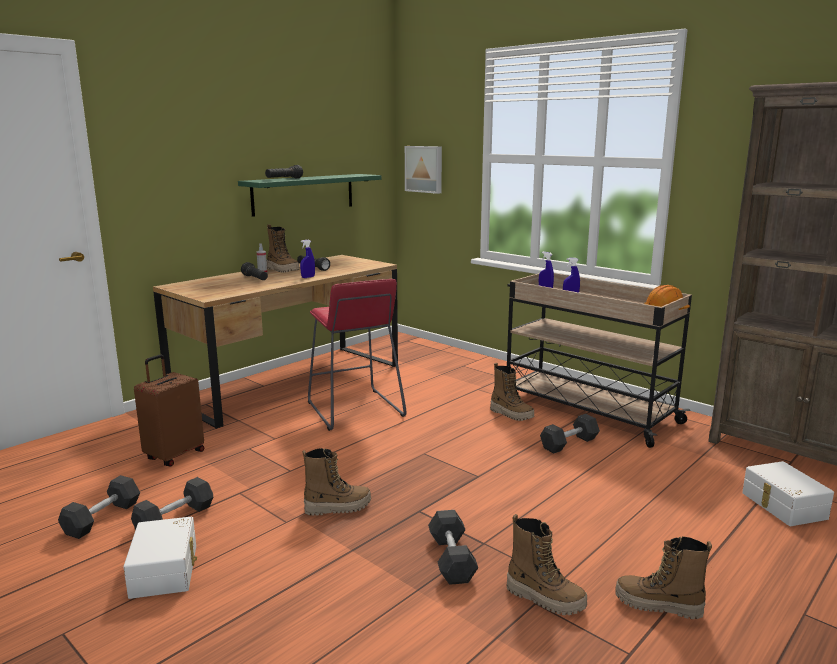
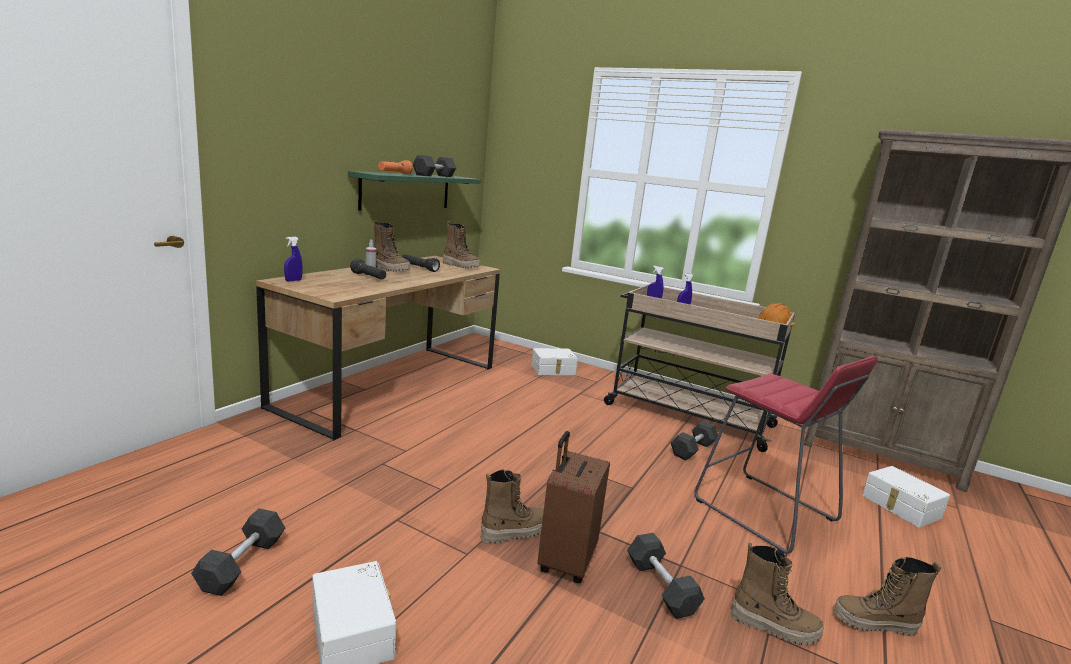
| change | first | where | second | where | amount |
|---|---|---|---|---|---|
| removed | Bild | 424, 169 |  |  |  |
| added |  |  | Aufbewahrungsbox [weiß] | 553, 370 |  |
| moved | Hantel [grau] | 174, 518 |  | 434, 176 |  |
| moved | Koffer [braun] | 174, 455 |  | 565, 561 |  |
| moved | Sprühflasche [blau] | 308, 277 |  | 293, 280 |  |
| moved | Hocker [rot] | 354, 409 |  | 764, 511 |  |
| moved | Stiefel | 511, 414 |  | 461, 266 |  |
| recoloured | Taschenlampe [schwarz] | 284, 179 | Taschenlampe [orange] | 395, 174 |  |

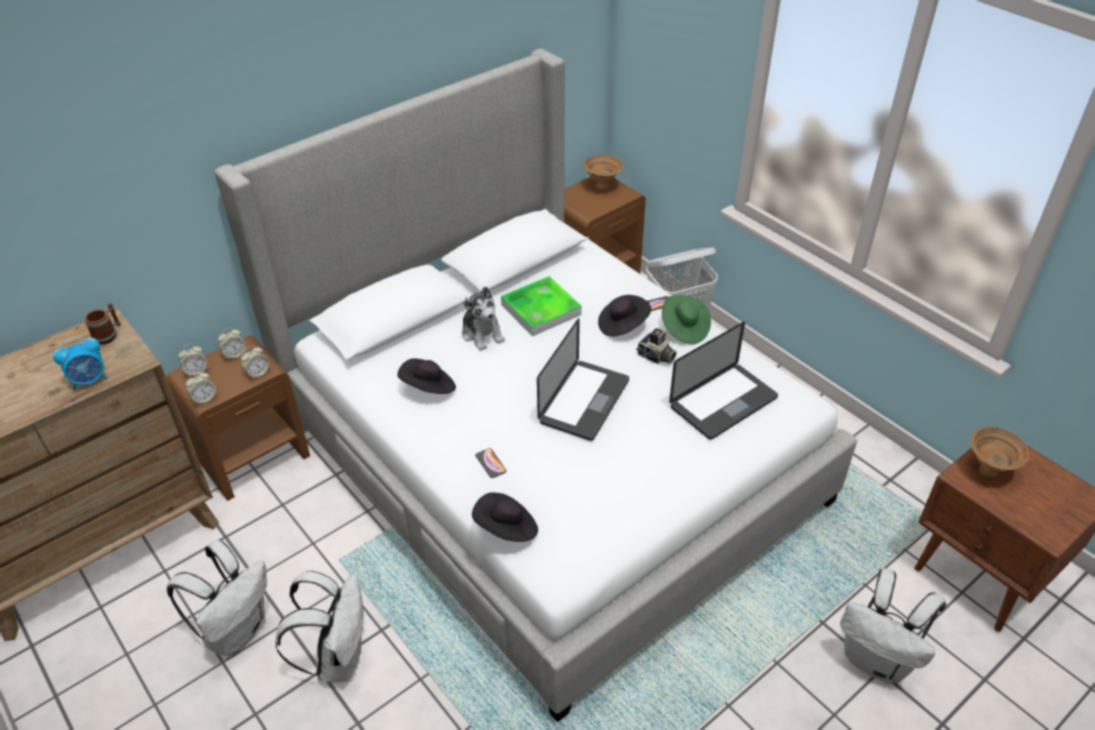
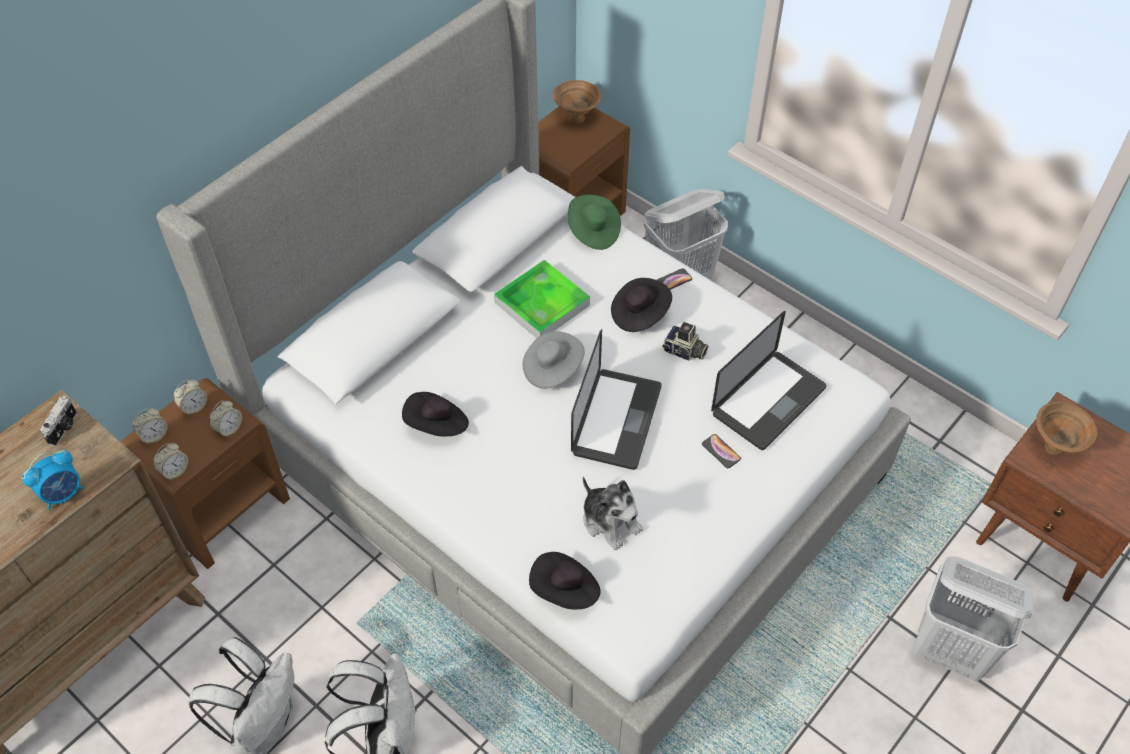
| change | first | where | second | where | amount |
|---|---|---|---|---|---|
| added |  |  | Hut [grau] | 552, 369 |  |
| moved | Plüschtier | 482, 334 |  | 610, 521 |  |
| moved | Handy | 490, 463 |  | 721, 451 |  |
| moved | Hut [grün] | 684, 329 |  | 593, 232 |  |
| replaced | Henkelbecher | 108, 334 | Kamera | 64, 428 |  |
| replaced | Rucksack [weiß] | 877, 660 | Wäschekorb [weiß] | 950, 651 |  |

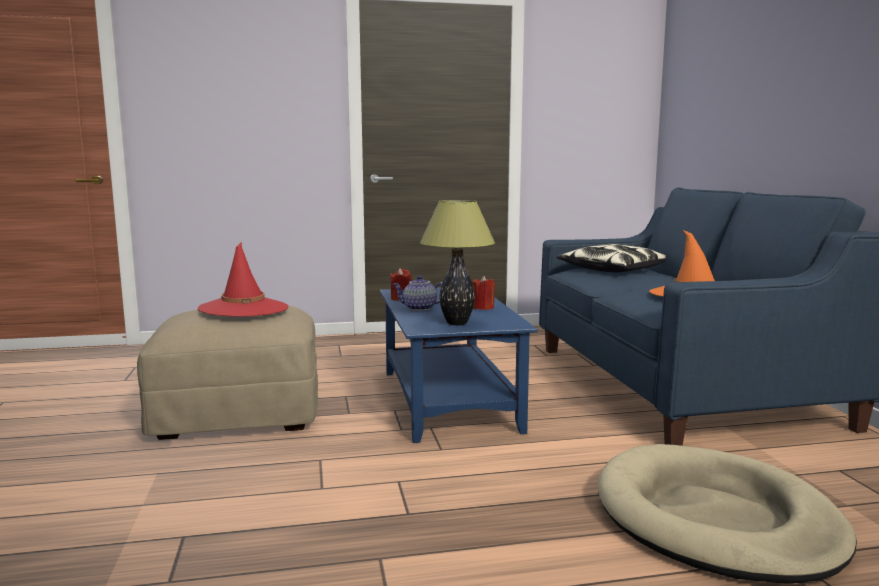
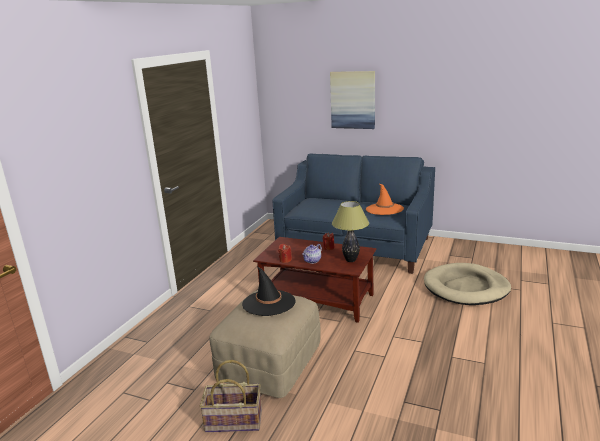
| change | first | where | second | where | amount |
|---|---|---|---|---|---|
| removed | Kissen | 612, 270 |  |  |  |
| added |  |  | Korb | 233, 421 |  |
| added |  |  | Bild | 353, 100 |  |
| recoloured | Hut [rot] | 244, 309 | Hut [schwarz] | 269, 303 |  |
| recoloured | Couchtisch [blau] | 449, 401 | Couchtisch [braun] | 318, 299 |  |

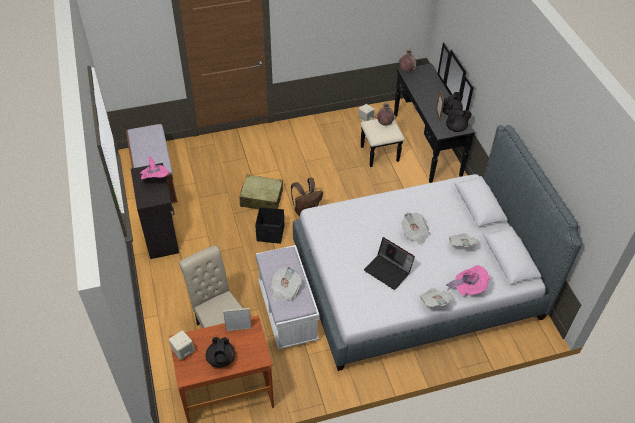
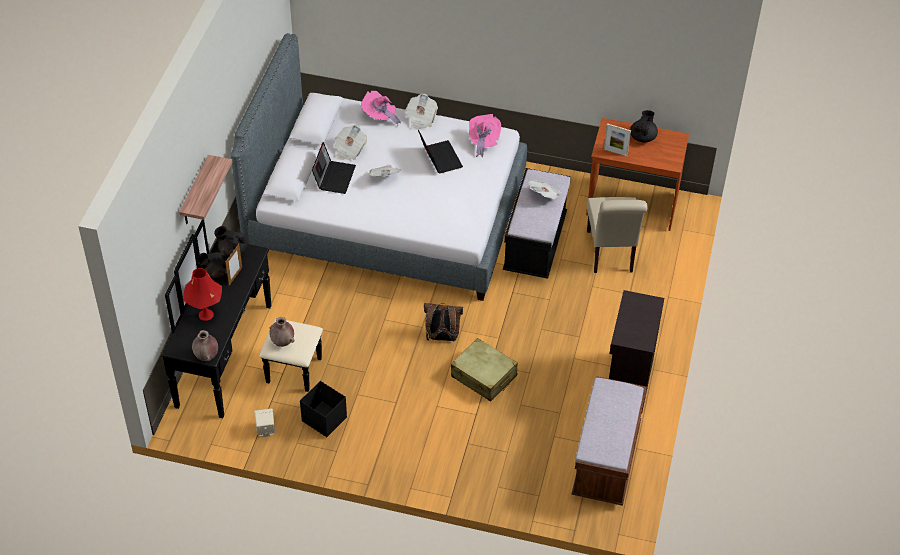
| change | first | where | second | where | amount |
|---|---|---|---|---|---|
| removed | Lautsprecher [beige] | 183, 351 |  |  |  |
| added |  |  | Wandregal | 195, 192 |  |
| added |  |  | Tischlampe [rot] | 206, 315 |  |
| added |  |  | Laptop | 334, 177 |  |
| moved | Hut [rosa] | 155, 179 |  | 483, 141 |  |
| moved | Aufbewahrungsbox [schwarz] | 271, 234 |  | 324, 419 |  |
| recoloured | Bank [weiß] | 287, 312 | Bank [schwarz] | 534, 244 |  |

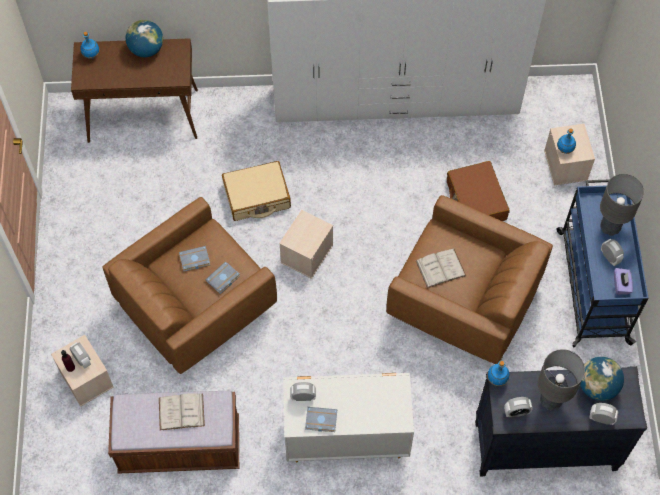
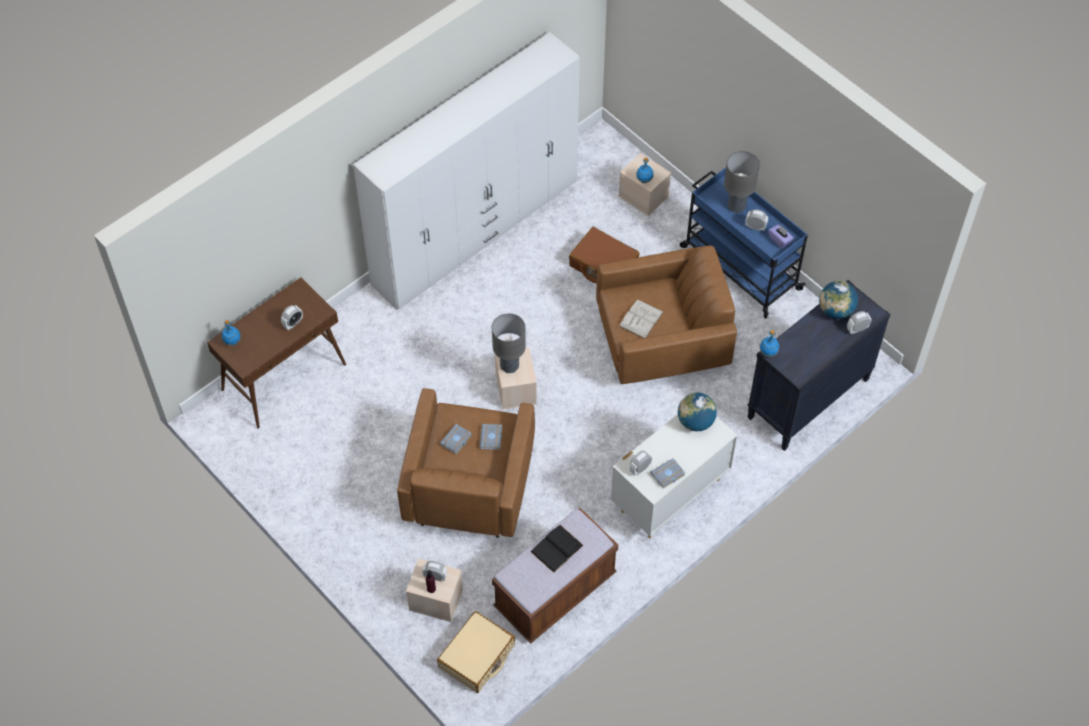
| change | first | where | second | where | amount |
|---|---|---|---|---|---|
| moved | Globus | 146, 49 |  | 695, 422 |  |
| moved | Koffer [beige] | 257, 196 |  | 477, 657 |  |
| moved | Wecker | 516, 412 |  | 293, 323 |  |
| moved | Tischlampe [grau] | 551, 400 |  | 509, 366 |  |
| recoloured | Buch [weiß] | 181, 412 | Buch [schwarz] | 557, 548 |  |

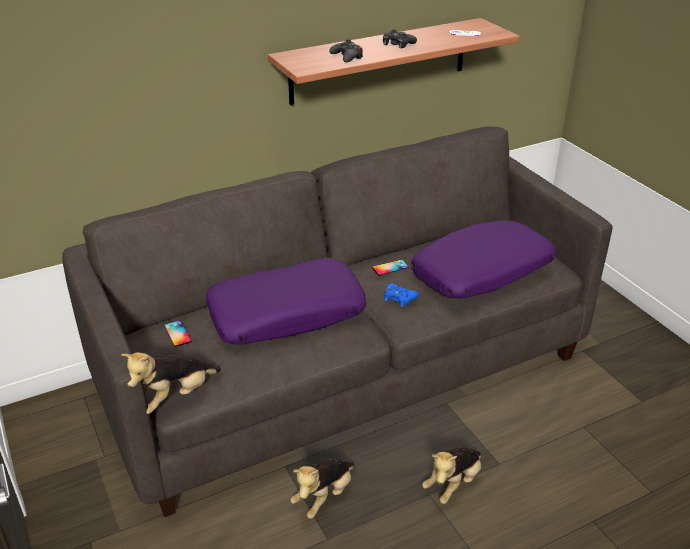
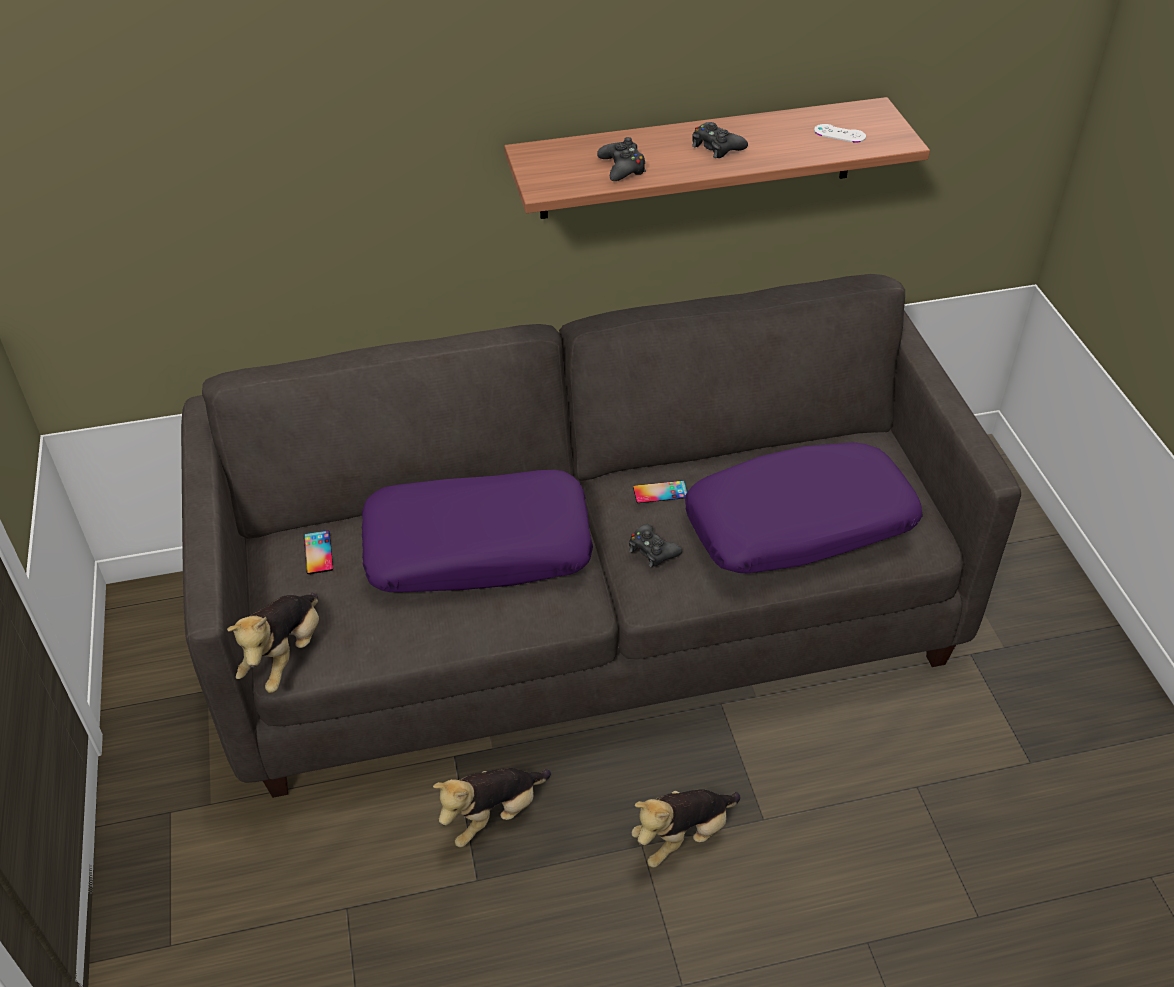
| change | first | where | second | where | amount |
|---|---|---|---|---|---|
| recoloured | Gamepad [blau] | 399, 298 | Gamepad [schwarz] | 652, 550 |  |
| turned | Plüschtier | 175, 397 |  | 285, 655 | 45 degrees counterclockwise |

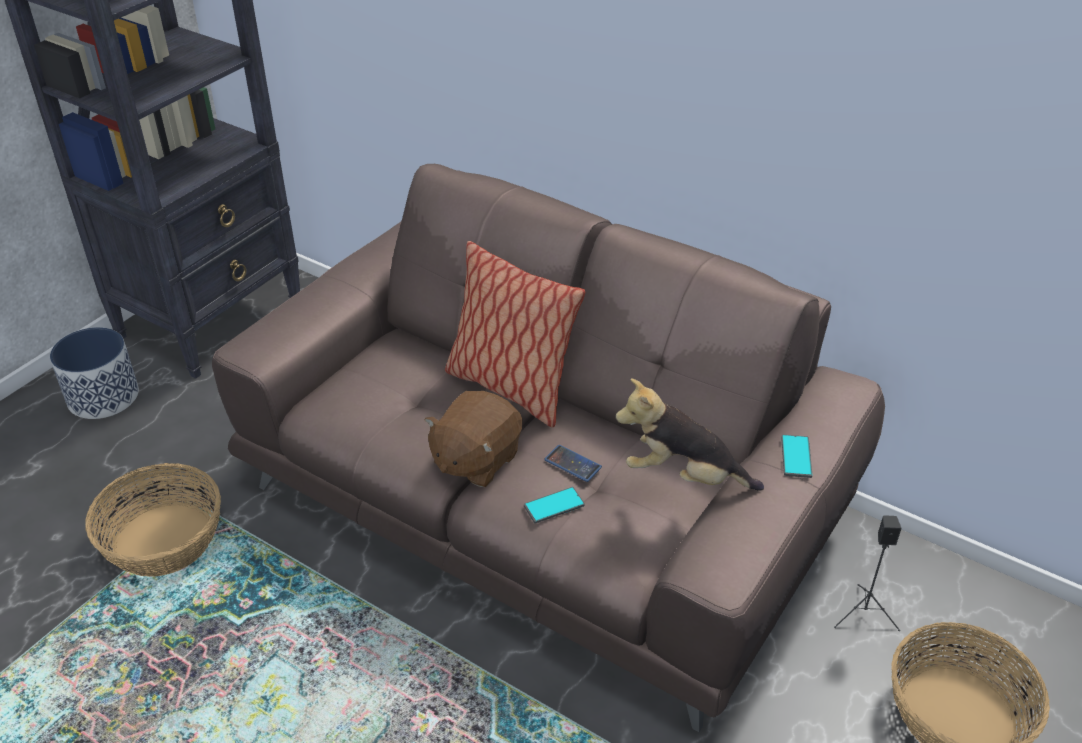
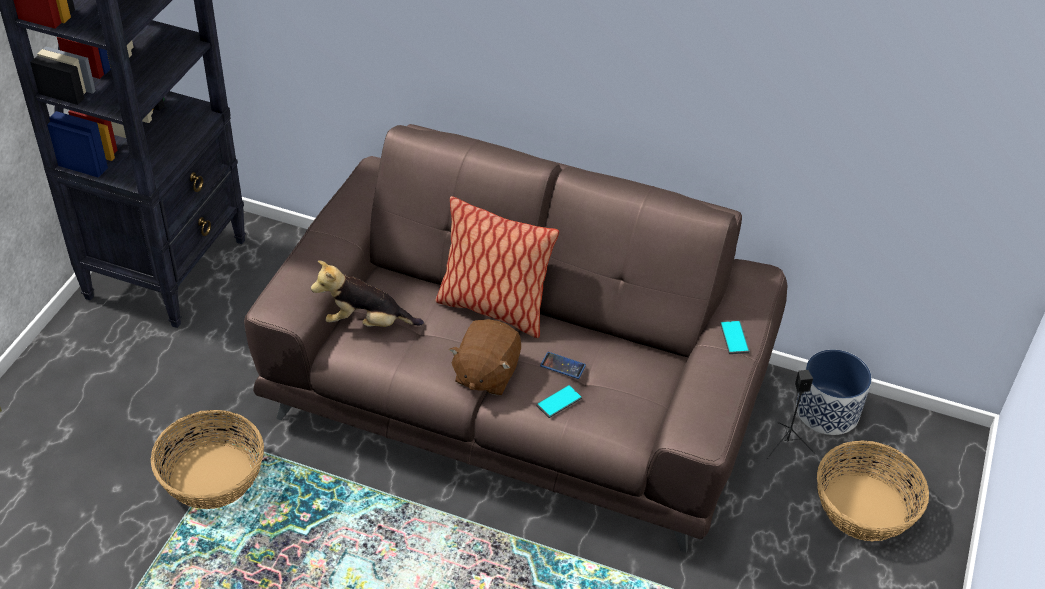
| change | first | where | second | where | amount |
|---|---|---|---|---|---|
| moved | Pflanzkübel | 104, 397 |  | 827, 411 |  |
| moved | Plüschtier | 683, 476 |  | 366, 322 |  |

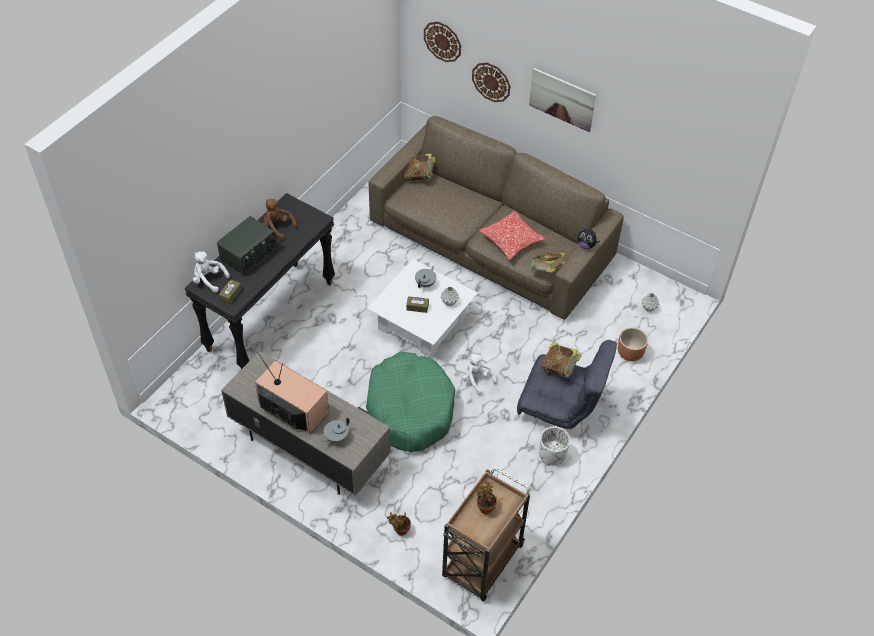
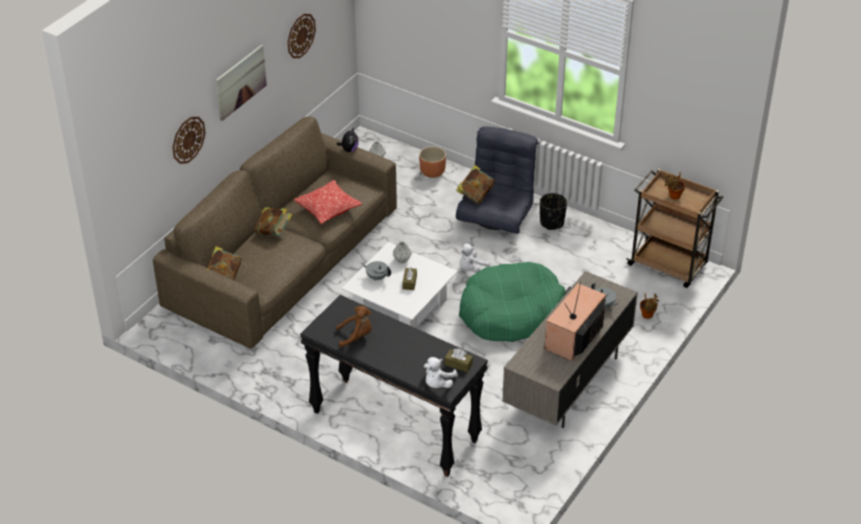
| change | first | where | second | where | amount |
|---|---|---|---|---|---|
| removed | Radio | 249, 254 |  |  |  |
| moved | Wanduhr | 442, 41 |  | 300, 35 |  |
| moved | Buch | 546, 271 |  | 274, 232 |  |
| recoloured | Pflanzkübel [weiß] | 552, 455 | Pflanzkübel [schwarz] | 552, 223 |  |
| turned | Plüschtier [braun] | 277, 227 |  | 356, 336 | 135 degrees counterclockwise |

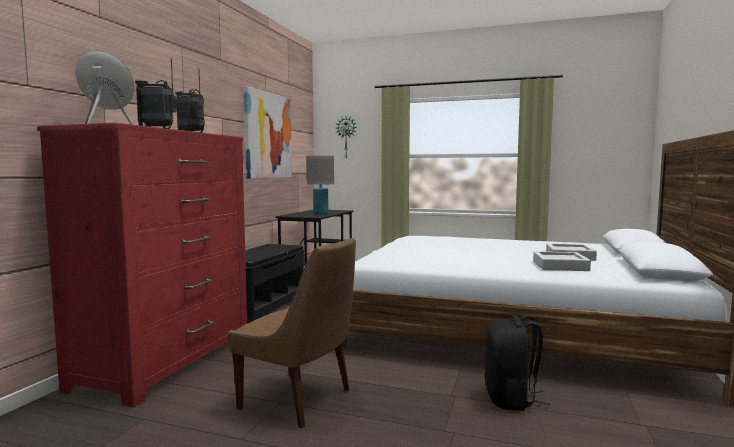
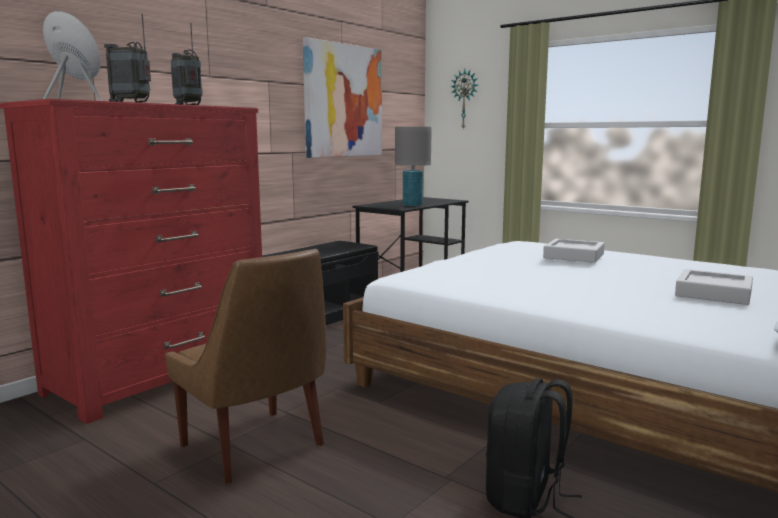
| change | first | where | second | where | amount |
|---|---|---|---|---|---|
| moved | Tablett [grau] | 560, 266 |  | 573, 256 |  |

